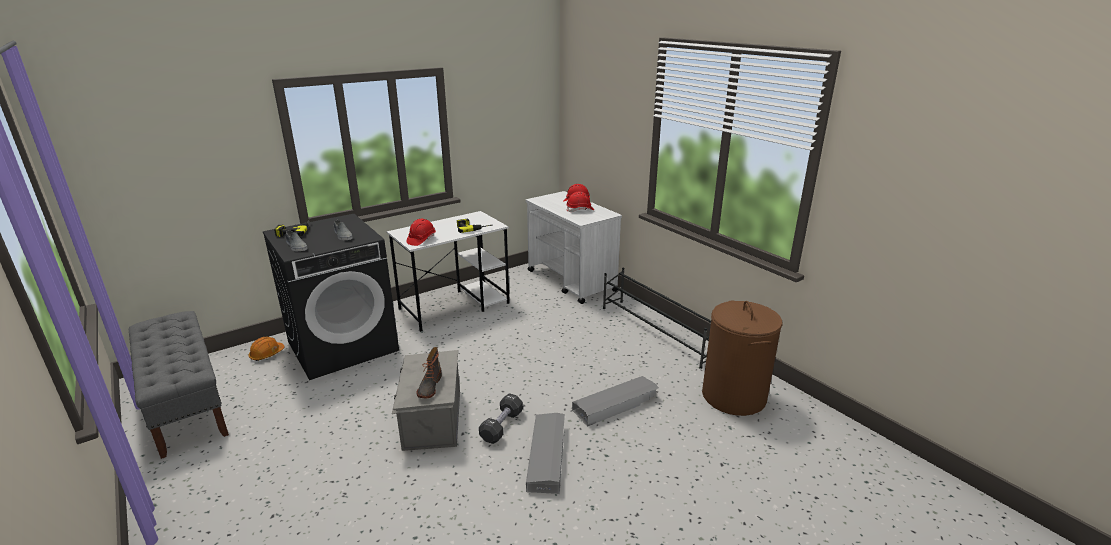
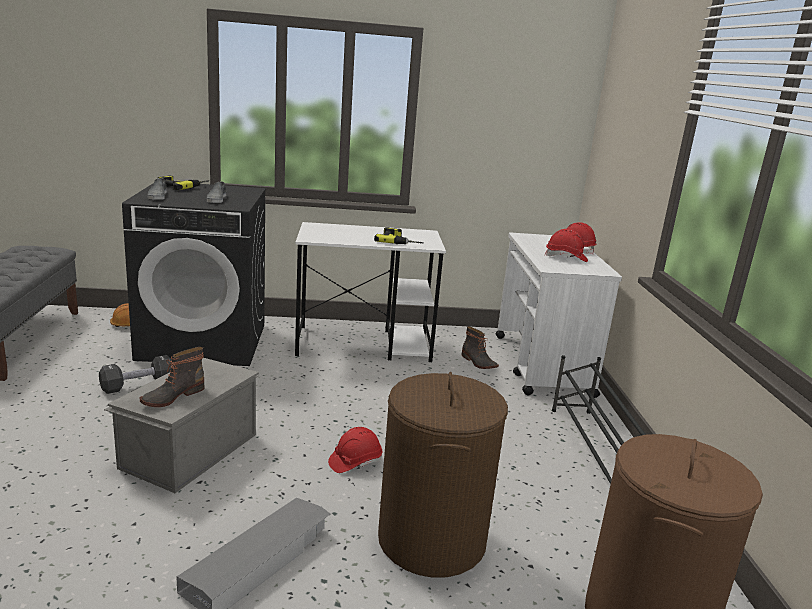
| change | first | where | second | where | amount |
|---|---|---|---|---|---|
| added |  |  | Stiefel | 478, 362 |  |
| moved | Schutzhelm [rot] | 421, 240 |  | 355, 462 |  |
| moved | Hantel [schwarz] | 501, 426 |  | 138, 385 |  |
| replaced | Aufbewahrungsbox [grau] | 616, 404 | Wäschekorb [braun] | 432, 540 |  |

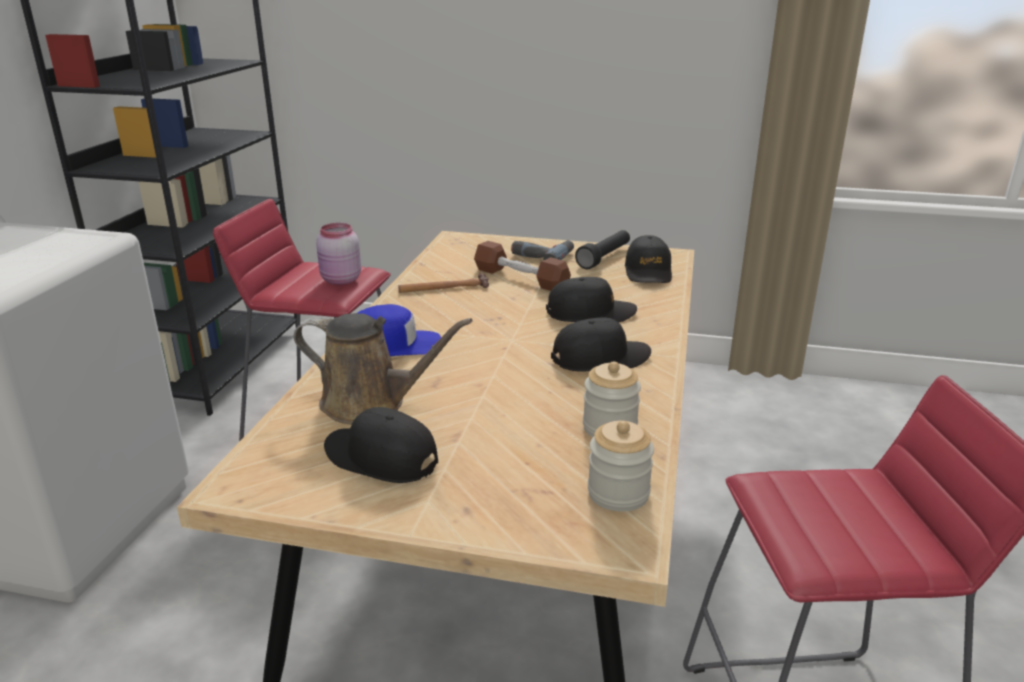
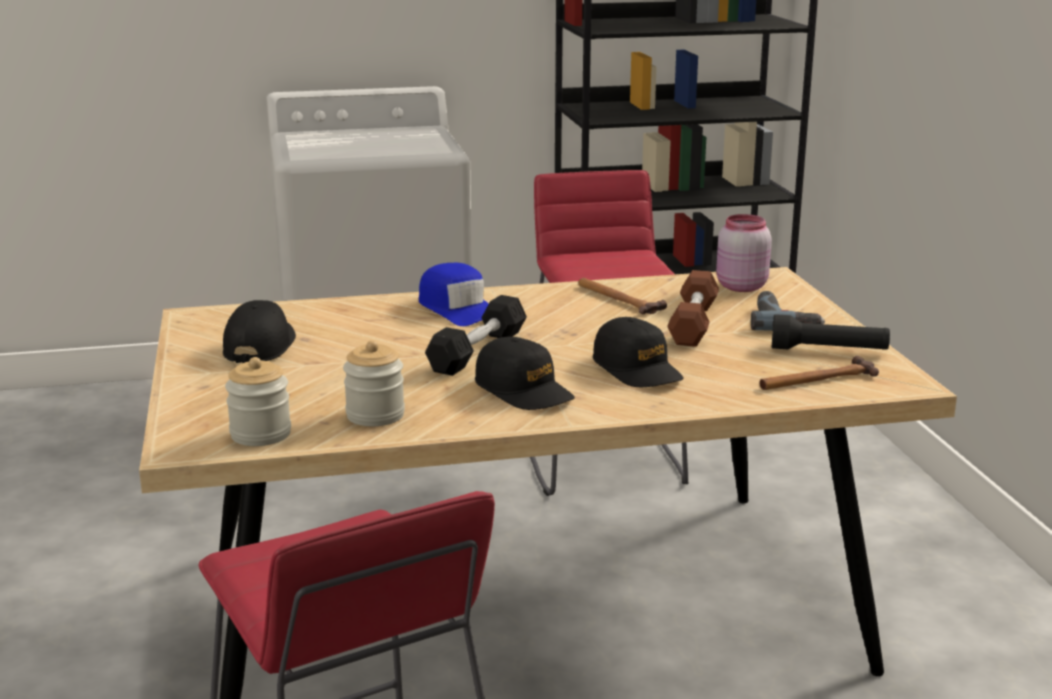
| change | first | where | second | where | amount |
|---|---|---|---|---|---|
| removed | Gießkanne [braun] | 371, 403 |  |  |  |
| added |  |  | Hantel [schwarz] | 477, 351 |  |
| moved | Vorratsglas [rosa] | 340, 280 |  | 739, 287 |  |
| replaced | Kappe [schwarz] | 648, 272 | Hammer | 817, 379 |  |

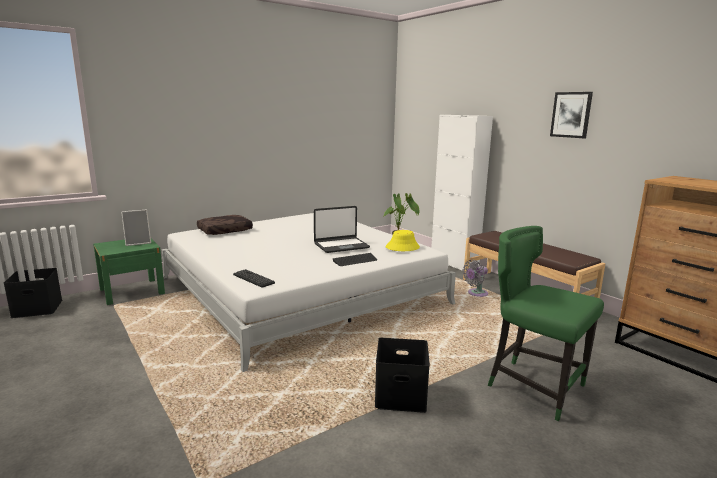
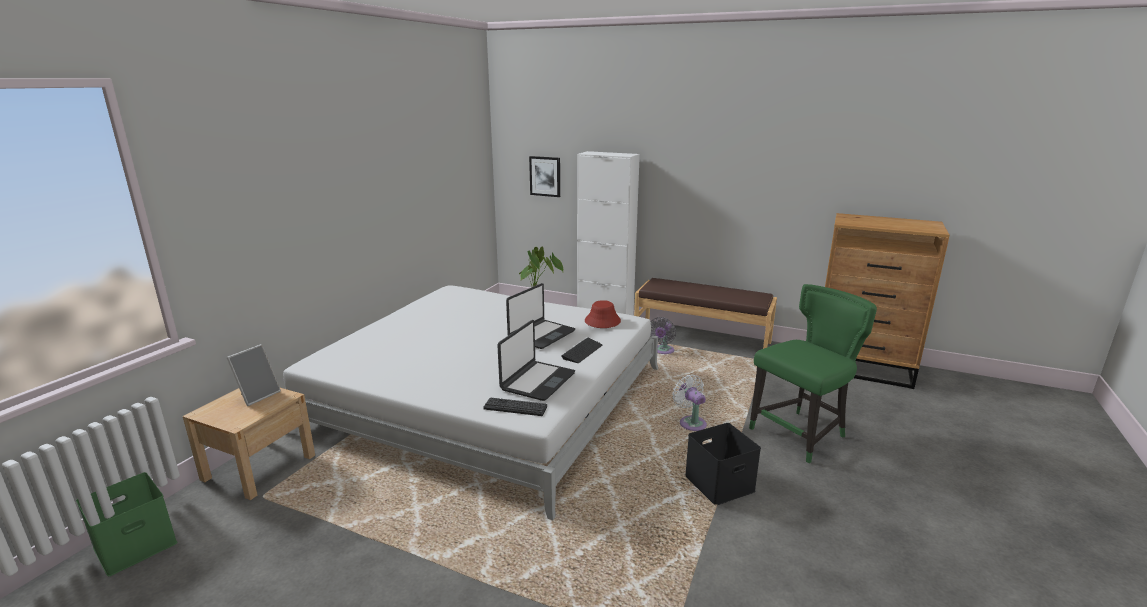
| change | first | where | second | where | amount |
|---|---|---|---|---|---|
| removed | Kissen [braun] | 225, 231 |  |  |  |
| added |  |  | Laptop | 537, 381 |  |
| added |  |  | Ventilator [weiß] | 691, 422 |  |
| moved | Bild | 571, 115 |  | 545, 176 |  |
| recoloured | Aufbewahrungsbox [schwarz] | 38, 308 | Aufbewahrungsbox [grün] | 136, 544 |  |
| recoloured | Nachttisch [grün] | 132, 291 | Nachttisch [beige] | 259, 467 |  |
| recoloured | Hut [gelb] | 402, 247 | Hut [rot] | 602, 321 |  |
| turned | Stuhl [grün] | 533, 386 |  | 801, 434 | 135 degrees clockwise |

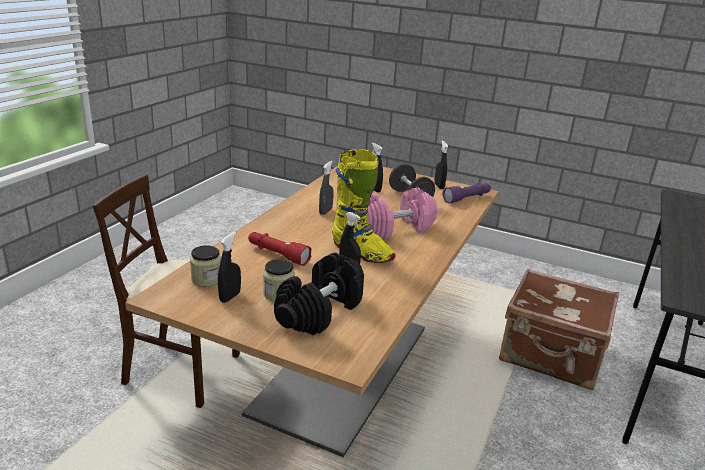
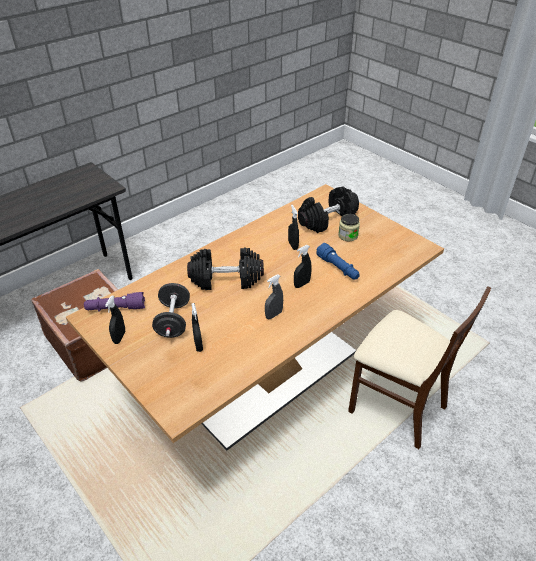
| change | first | where | second | where | amount |
|---|---|---|---|---|---|
| removed | Vorratsglas | 206, 279 |  |  |  |
| removed | Stiefel [gelb] | 361, 252 |  |  |  |
| moved | Sprühflasche [schwarz] | 230, 297 |  | 302, 284 |  |
| recoloured | Taschenlampe [rot] | 277, 255 | Taschenlampe [blau] | 338, 268 |  |
| recoloured | Hantel [rosa] | 395, 228 | Hantel [schwarz] | 226, 279 |  |

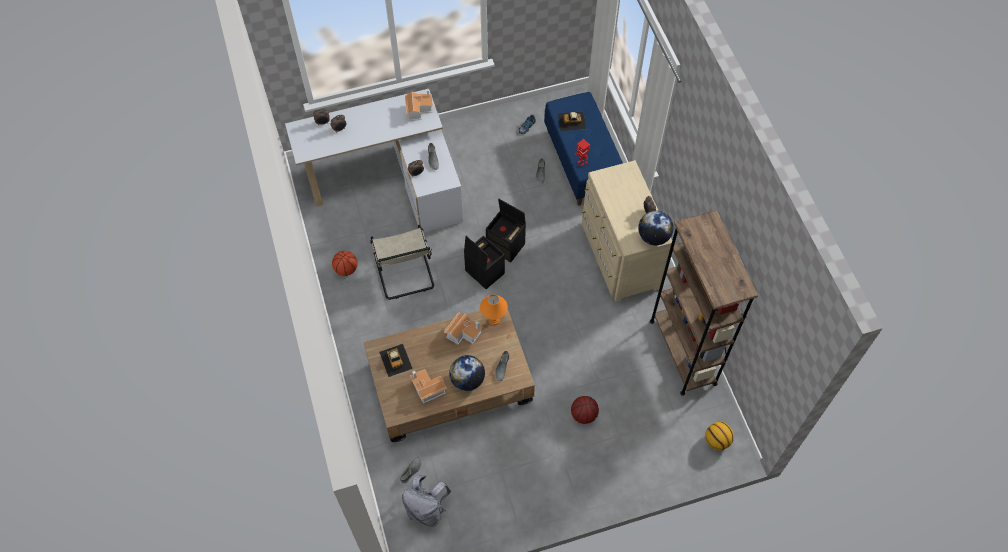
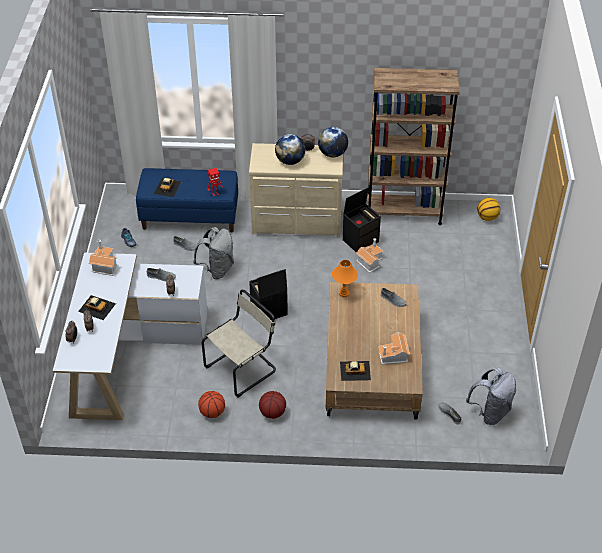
| change | first | where | second | where | amount |
|---|---|---|---|---|---|
| added |  |  | Spielzeugauto | 97, 307 |  |
| added |  |  | Rucksack [grau] | 217, 269 |  |
| moved | Spielzeughaus | 464, 332 |  | 369, 261 |  |
| moved | Globus | 467, 380 |  | 290, 161 |  |
| moved | Aufbewahrungsbox [schwarz] | 506, 246 |  | 360, 240 |  |
| moved | Basketball | 584, 415 |  | 273, 412 |  |
| turned | Stuhl [beige] | 405, 275 |  | 242, 368 | 45 degrees counterclockwise |

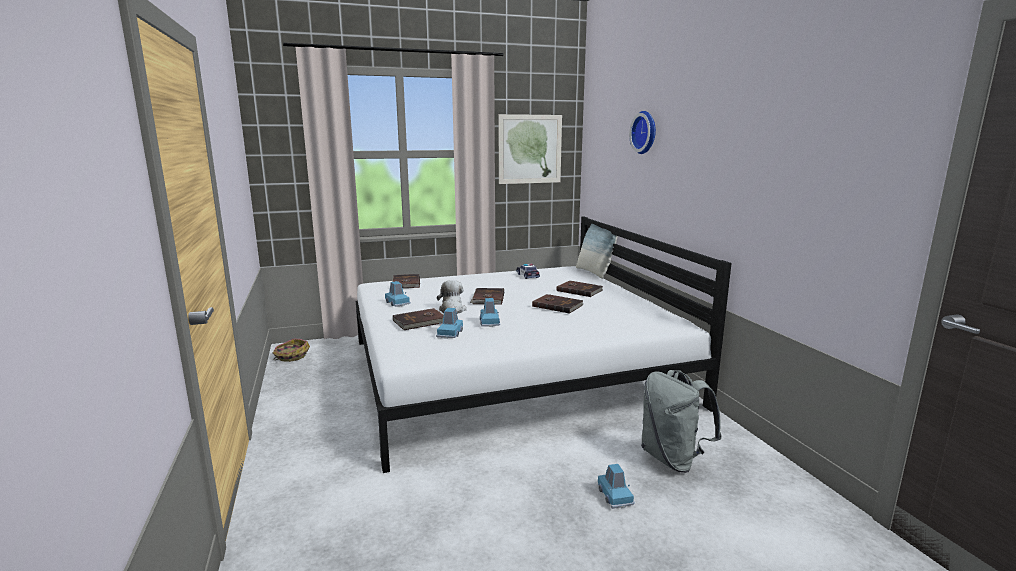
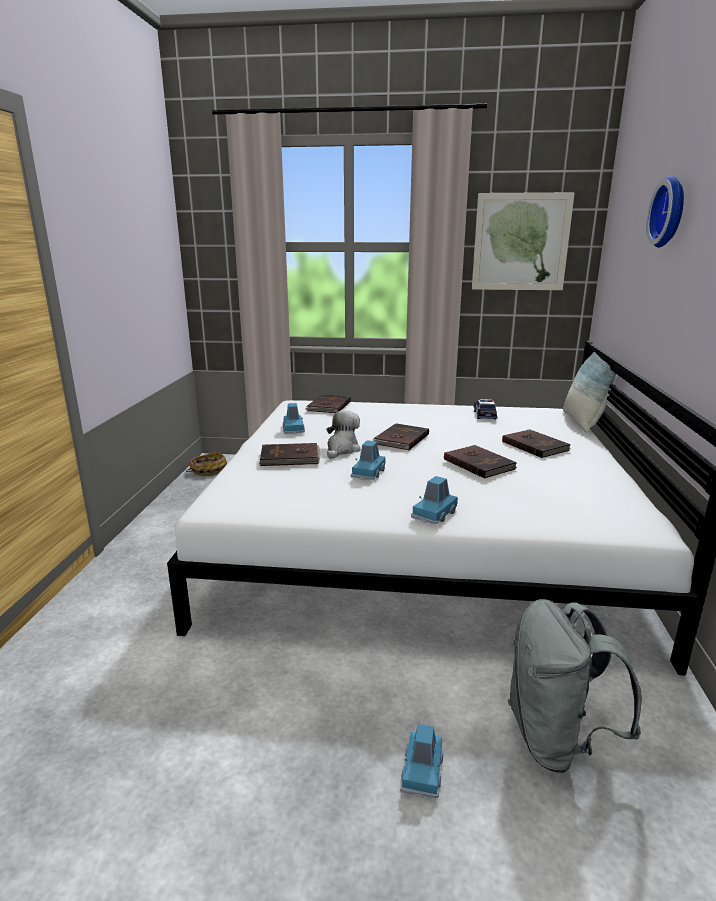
| change | first | where | second | where | amount |
|---|---|---|---|---|---|
| moved | Spielzeugauto [blau] | 450, 333 |  | 434, 514 |  |

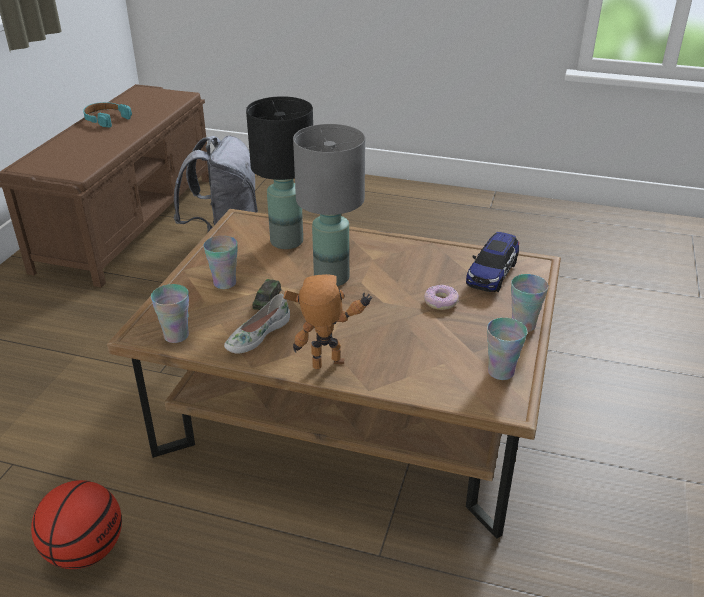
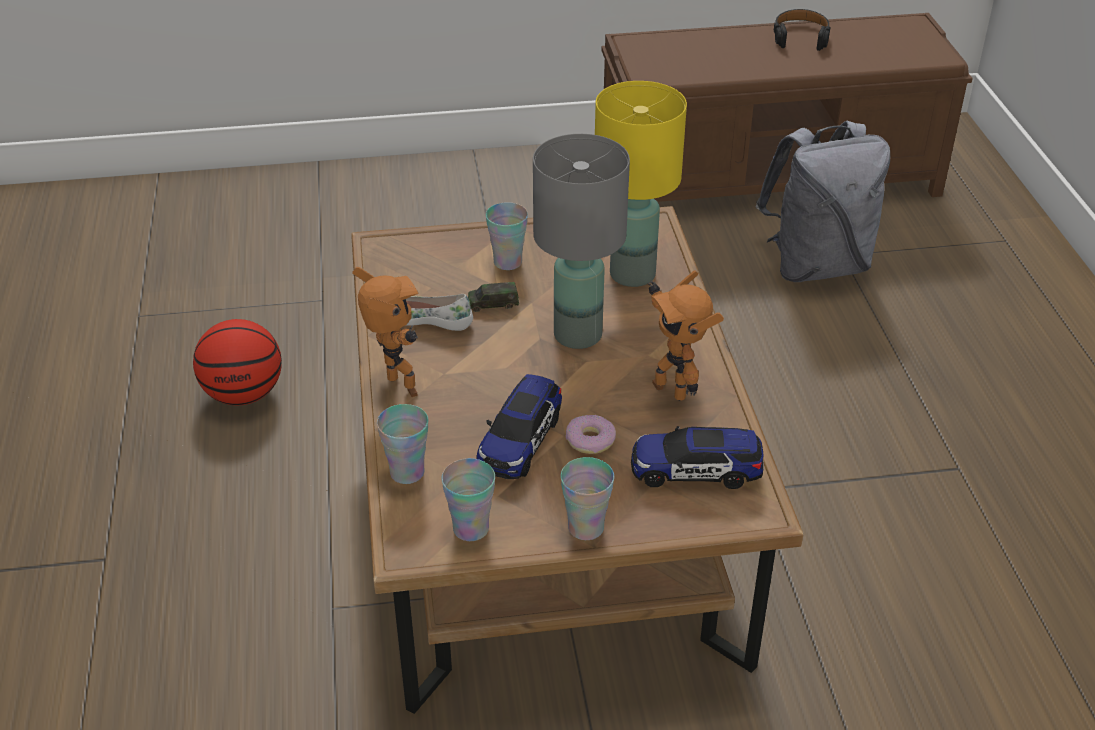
| change | first | where | second | where | amount |
|---|---|---|---|---|---|
| added |  |  | Spielzeugauto | 520, 441 |  |
| added |  |  | Spielzeugroboter | 672, 389 |  |
| moved | Tasse | 176, 335 |  | 407, 472 |  |
| recoloured | Kopfhörer [türkis] | 106, 119 | Kopfhörer [schwarz] | 800, 36 |  |
| recoloured | Tischlampe [schwarz] | 286, 241 | Tischlampe [gelb] | 632, 273 |  |

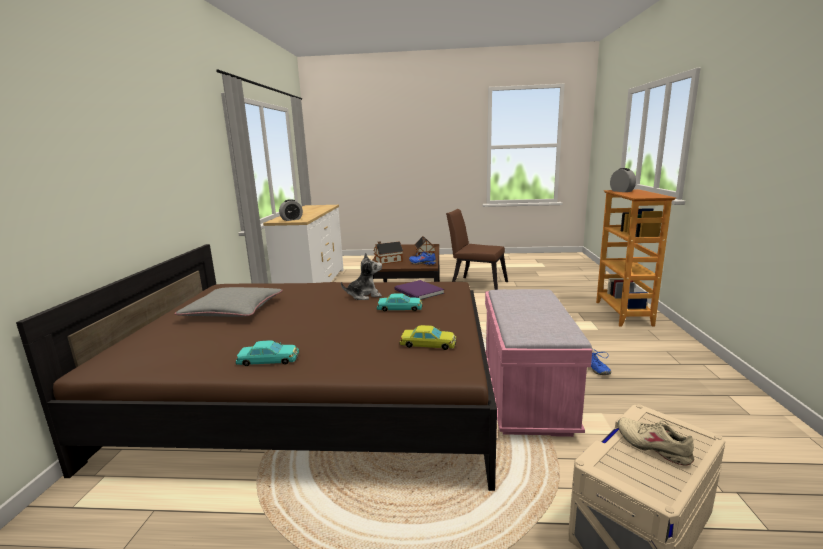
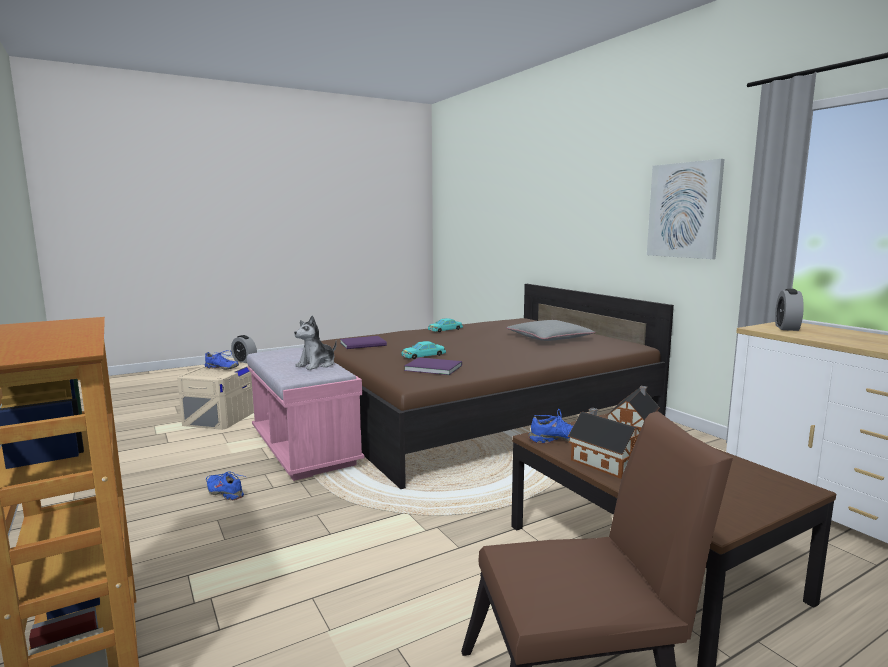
| change | first | where | second | where | amount |
|---|---|---|---|---|---|
| added |  |  | Bild | 684, 210 |  |
| moved | Plüschtier | 364, 295 |  | 317, 365 |  |
| moved | Wecker | 621, 191 |  | 244, 361 |  |
| replaced | Spielzeugauto [gelb] | 428, 343 | Buch [lila] | 364, 344 |  |
| recoloured | Schuh [beige] | 653, 446 | Schuh [blau] | 221, 368 |  |

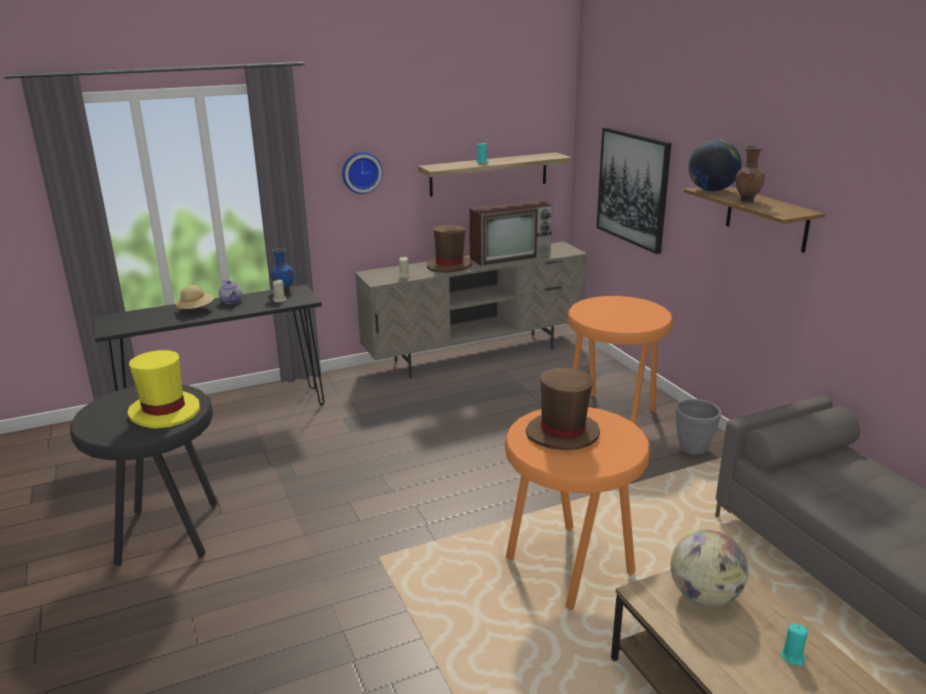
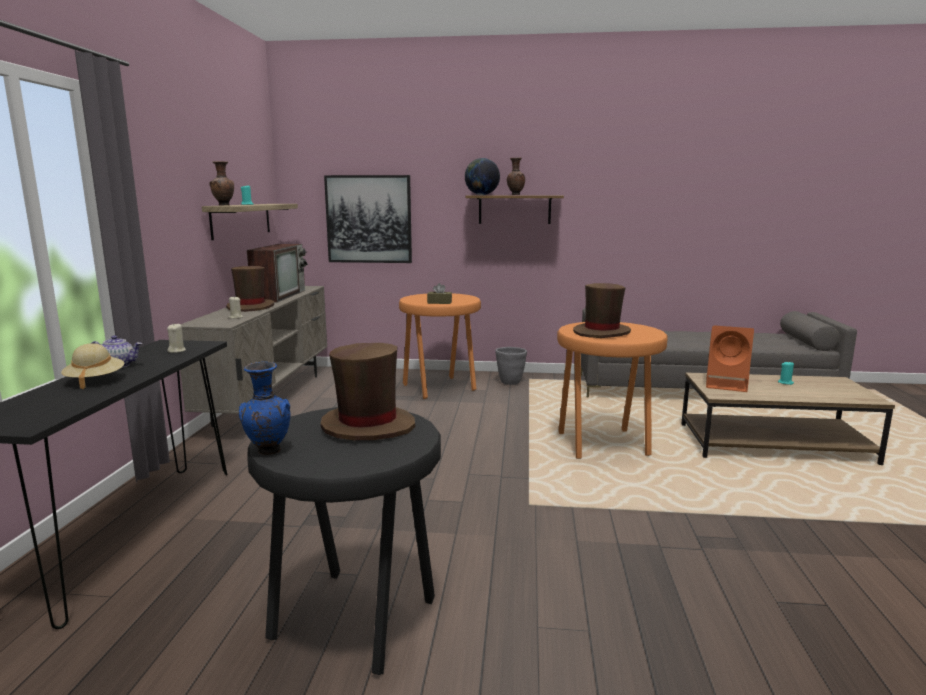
| change | first | where | second | where | amount |
|---|---|---|---|---|---|
| removed | Wanduhr | 361, 172 |  |  |  |
| added |  |  | Vase [braun] | 224, 205 |  |
| added |  |  | Taschentuchbox [braun] | 439, 302 |  |
| moved | Vase [blau] | 283, 291 |  | 268, 452 |  |
| replaced | Globus | 704, 596 | Lautsprecher [orange] | 727, 384 |  |
| recoloured | Hut [gelb] | 165, 411 | Hut [braun] | 368, 426 |  |

